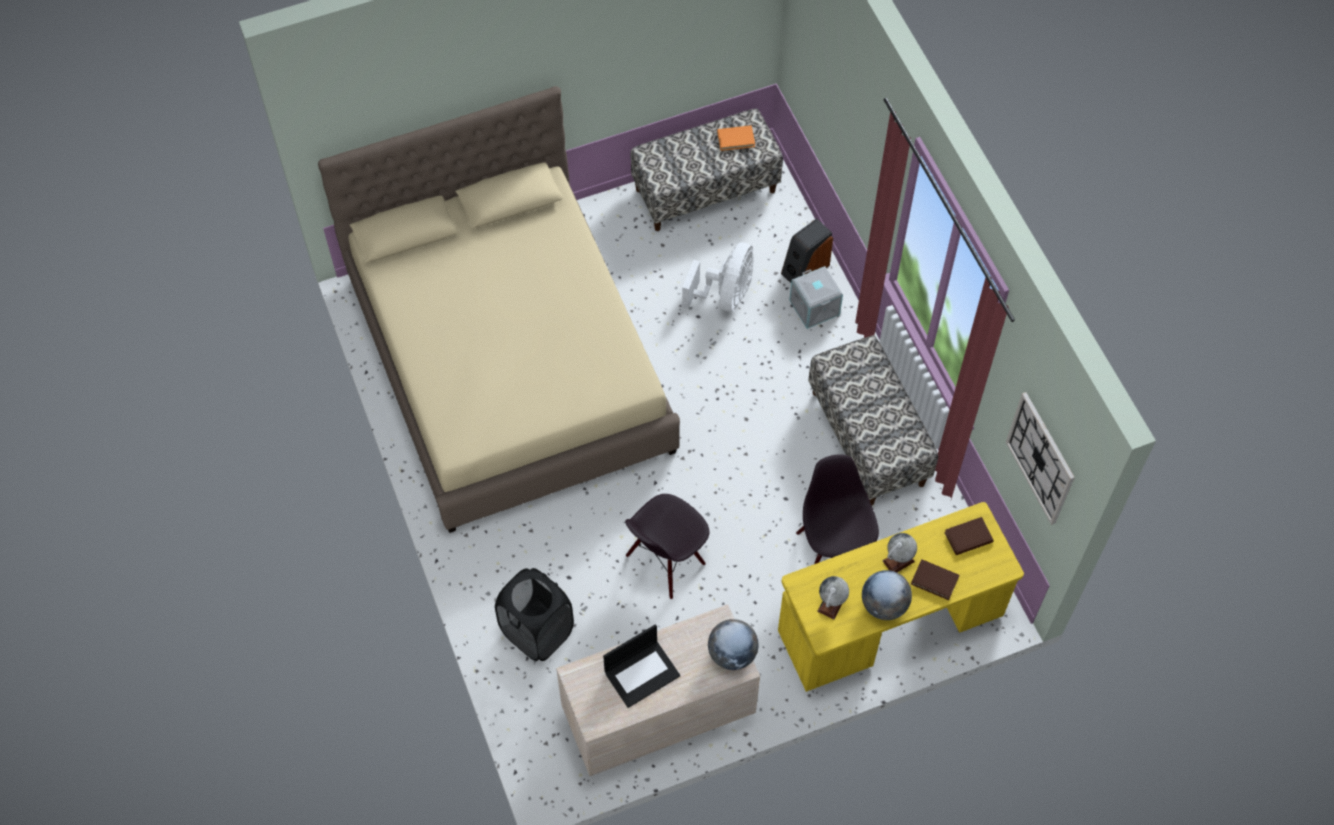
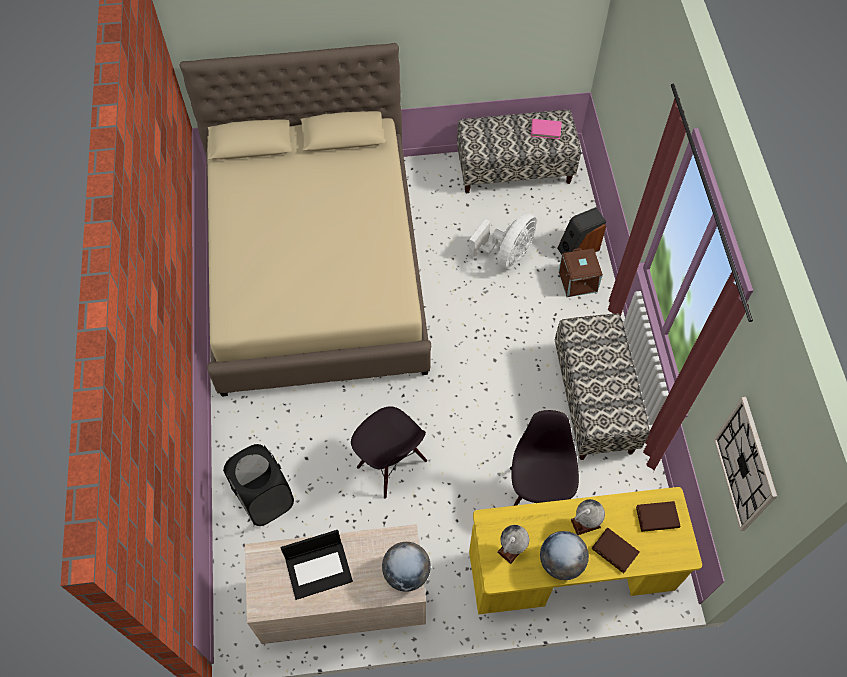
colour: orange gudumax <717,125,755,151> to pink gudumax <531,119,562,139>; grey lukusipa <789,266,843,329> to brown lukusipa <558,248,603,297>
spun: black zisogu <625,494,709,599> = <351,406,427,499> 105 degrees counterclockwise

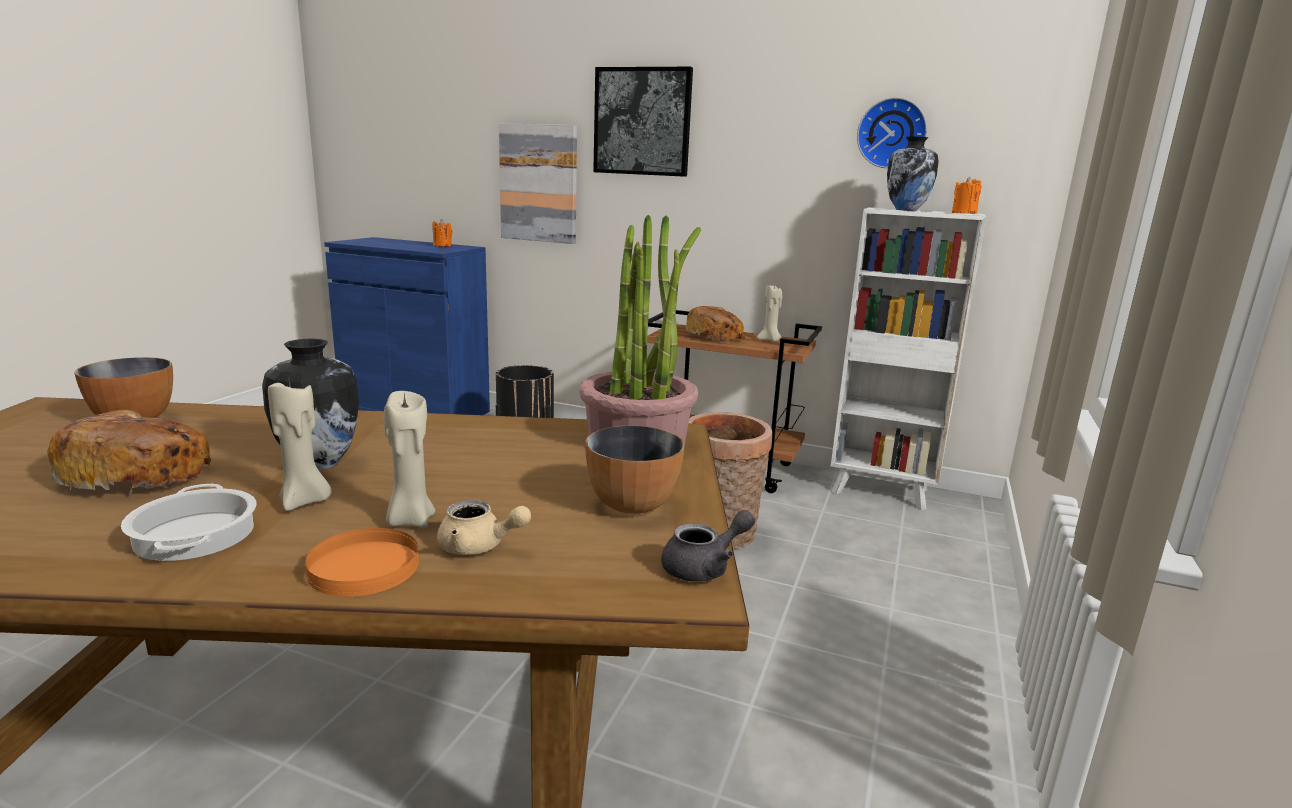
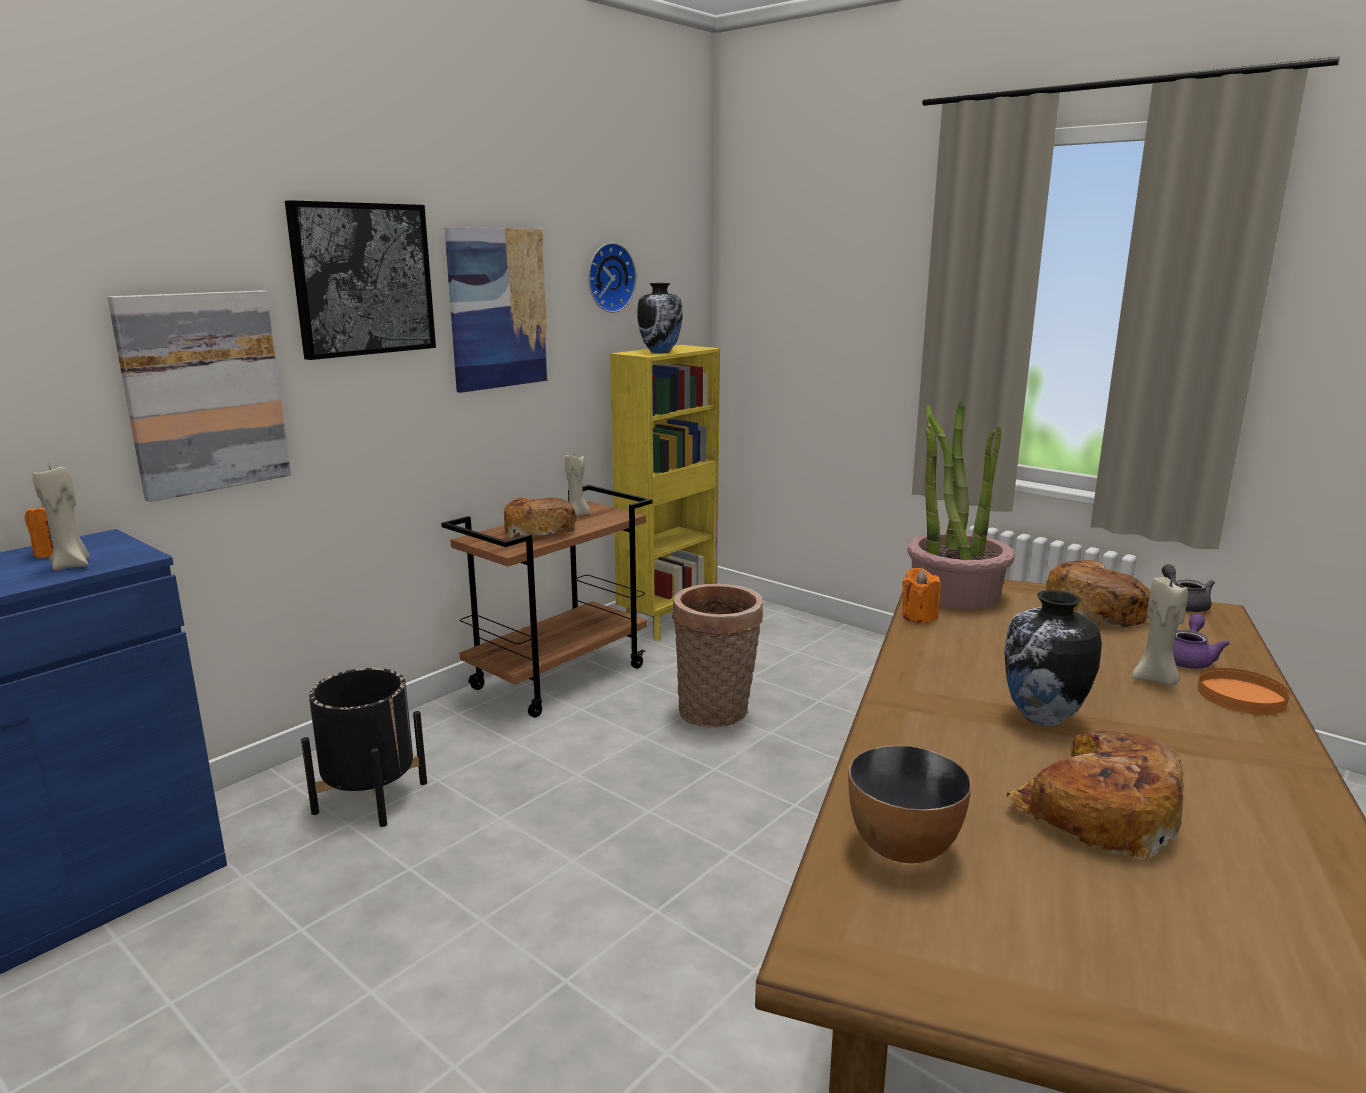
missing: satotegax <121,484,257,561>
appeared: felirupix <444,227,549,393>
relocated: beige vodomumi <268,380,332,511> to <32,465,90,571>; orange vodomumi <952,177,982,214> to <902,568,941,623>
exchanged: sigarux <585,426,685,514> to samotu <1045,560,1151,627>
colour: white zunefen <831,207,987,510> to yellow zunefen <610,345,720,641>; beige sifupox <437,500,531,555> to purple sifupox <1173,614,1230,669>

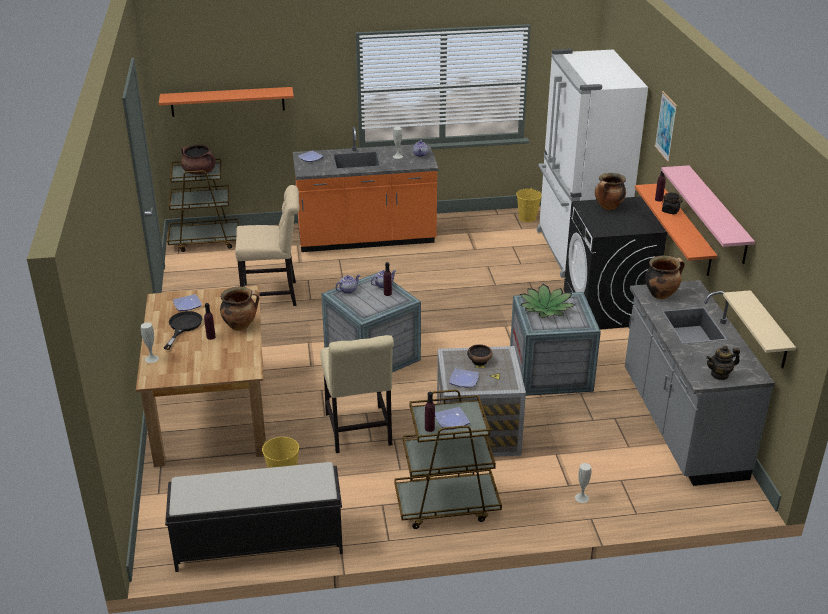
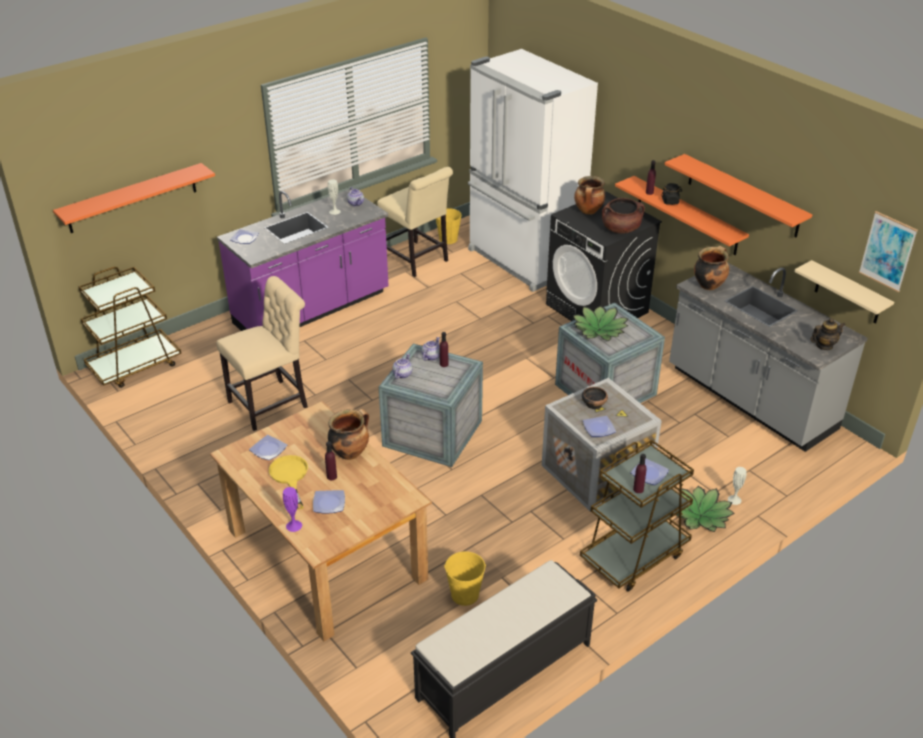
appeared: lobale <313,490,345,513>; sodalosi <676,486,734,532>
relocated: beige zisogu <321,335,394,453> to <377,167,453,277>; brown satotegax <181,145,216,175> to <602,198,645,233>; felirupix <654,91,677,162> to <859,211,918,292>
colour: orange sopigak <293,127,439,252> to purple sopigak <217,189,389,331>; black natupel <164,311,202,350> to yellow natupel <269,455,308,510>; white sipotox <141,322,159,363> to purple sipotox <283,487,302,532>; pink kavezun <661,165,755,264> to orange kavezun <665,154,812,237>
spun: sifupox <706,346,740,380> = <810,318,846,350> 150 degrees counterclockwise

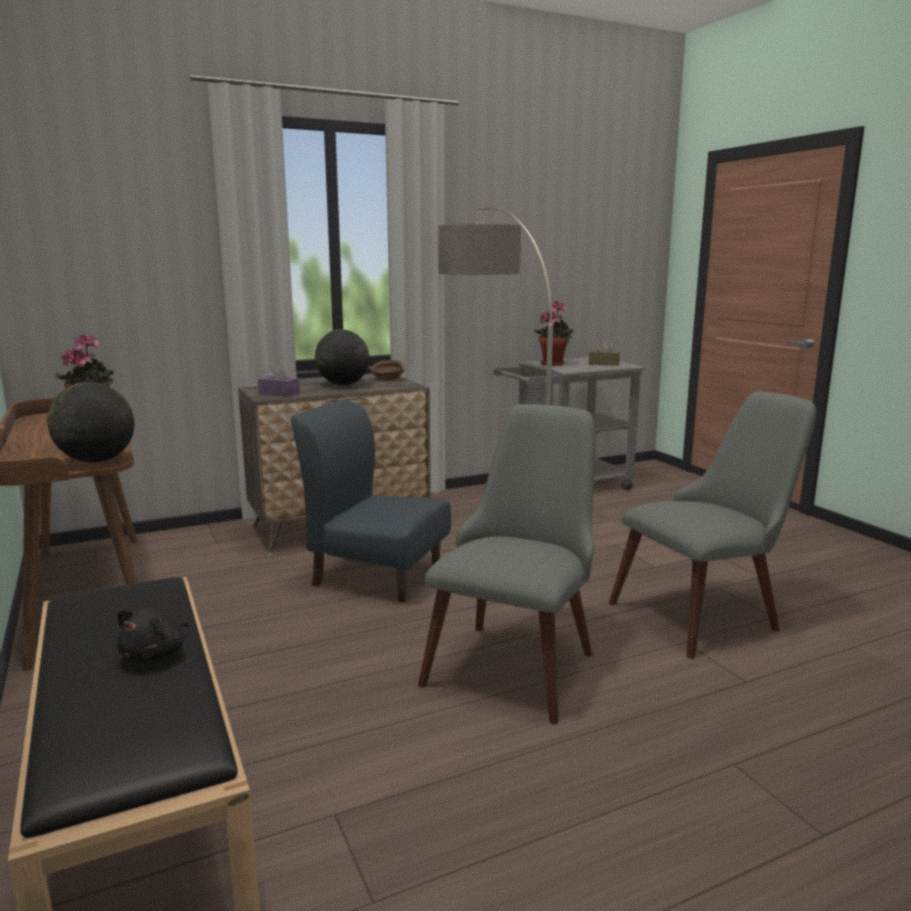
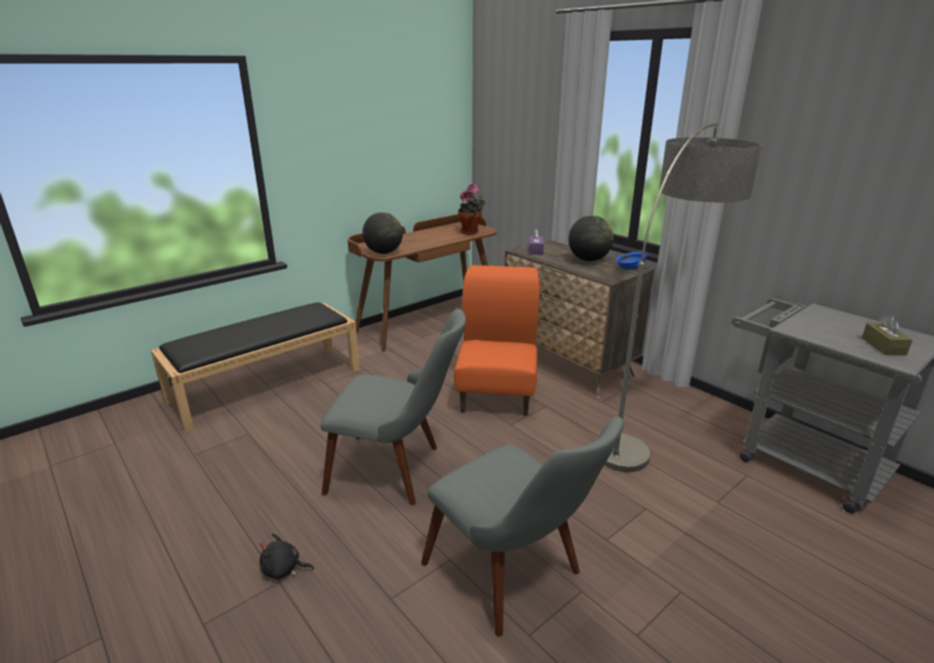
missing: sodalosi <534,300,573,366>
relocated: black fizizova <116,608,189,662> to <260,534,314,579>
colour: blue zisogu <291,399,451,603> to orange zisogu <454,265,540,416>; brown sigarux <370,360,405,380> to blue sigarux <616,252,647,270>

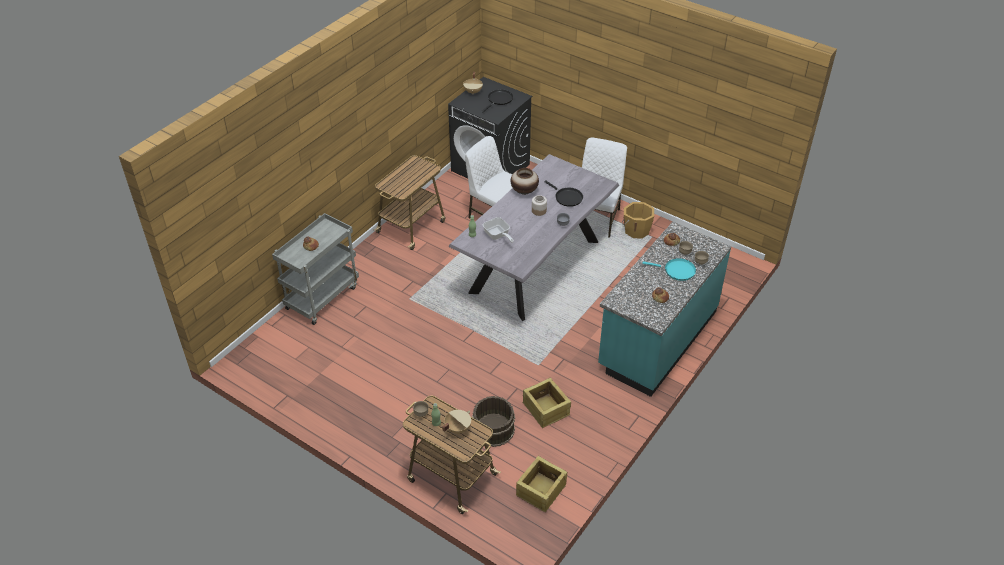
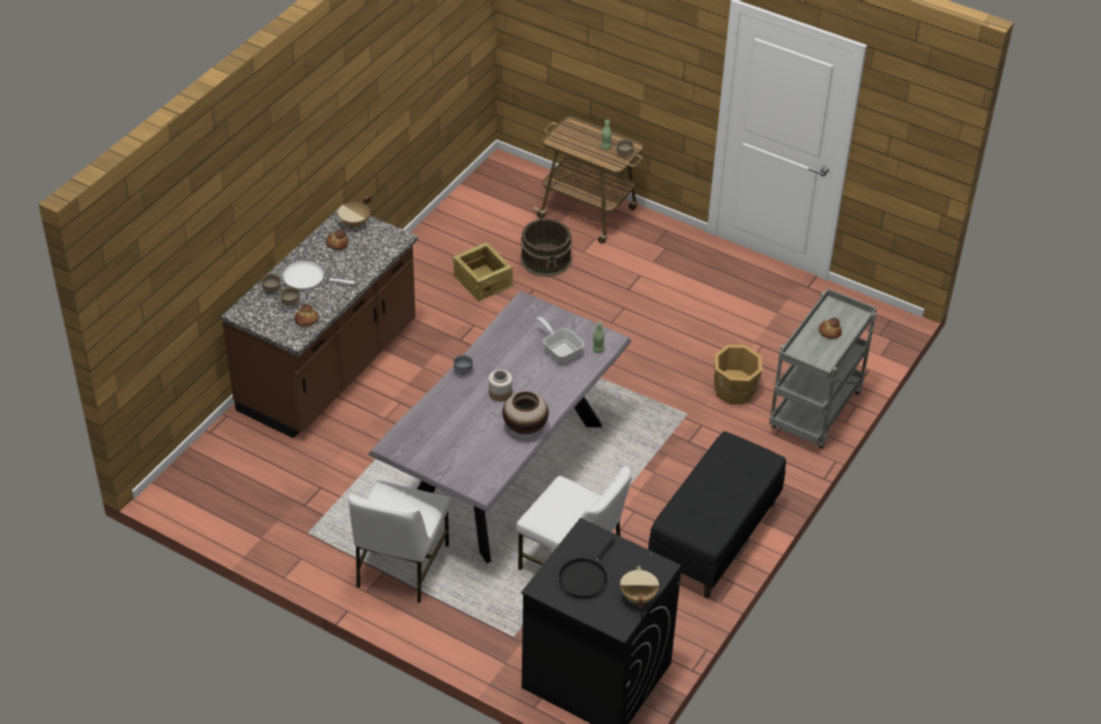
missing: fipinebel <516,456,567,512>; black natupel <544,180,583,207>
relocated: beige satotegax <442,410,471,434> to <338,194,371,228>; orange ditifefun <622,202,654,239> to <714,345,763,405>
exchanged: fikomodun <374,155,446,250> to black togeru <648,431,786,598>
colour: turquoise sopigak <598,222,731,397> to brown sopigak <221,204,418,438>; turquoise natupel <642,258,696,281> to white natupel <282,261,355,291>

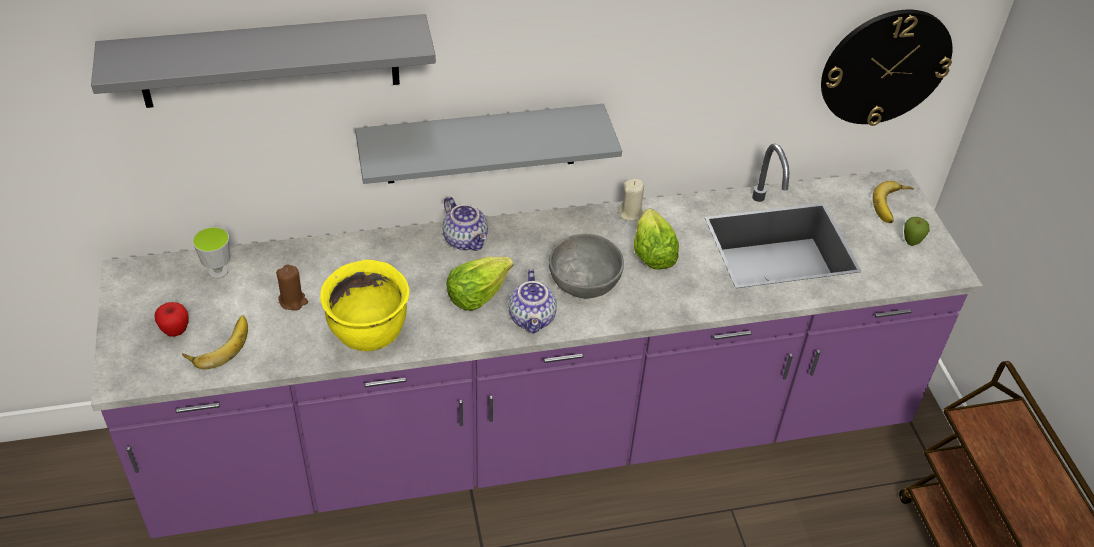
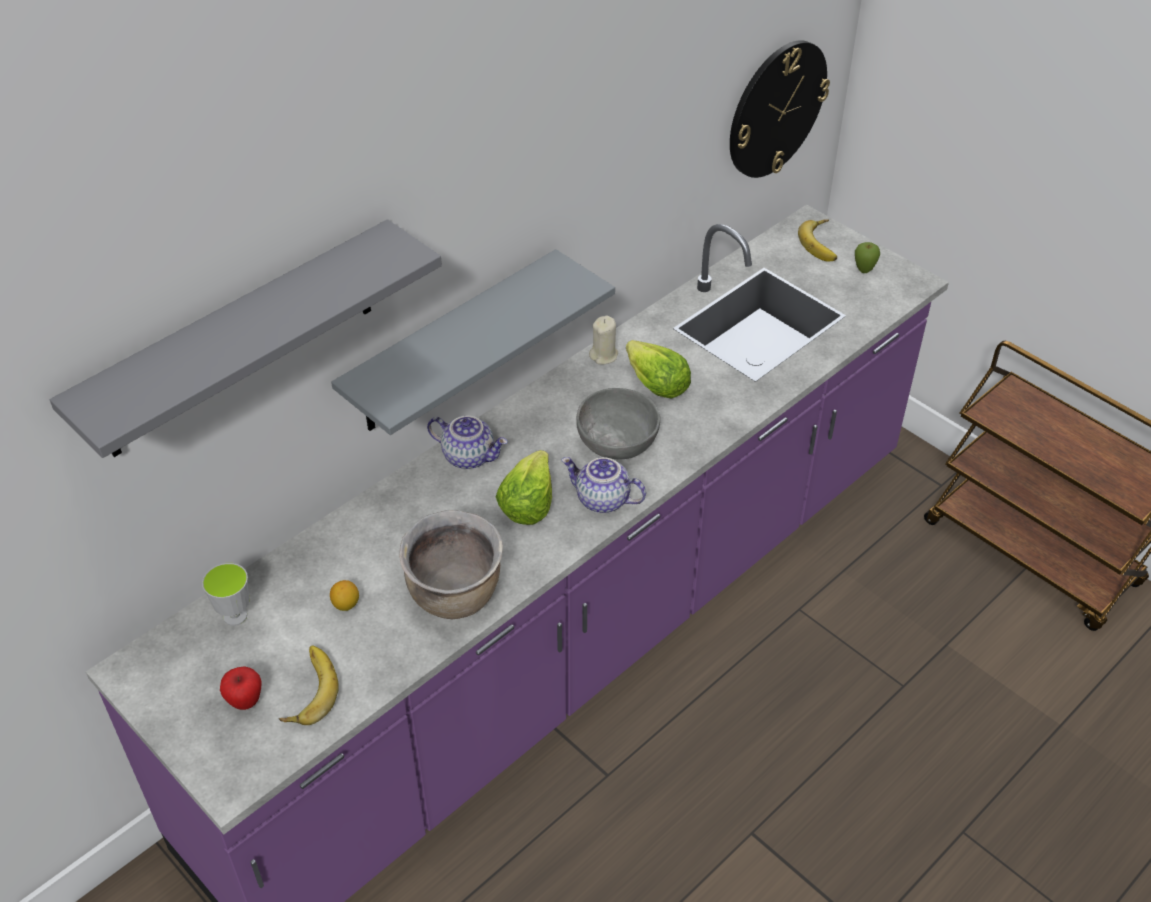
exchanged: brown vodomumi <276,265,308,311> to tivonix <330,580,359,611>
colour: yellow satotegax <320,260,409,351> to brown satotegax <399,510,503,619>
spun: sifupox <508,269,557,334> = <561,457,646,513> 150 degrees clockwise

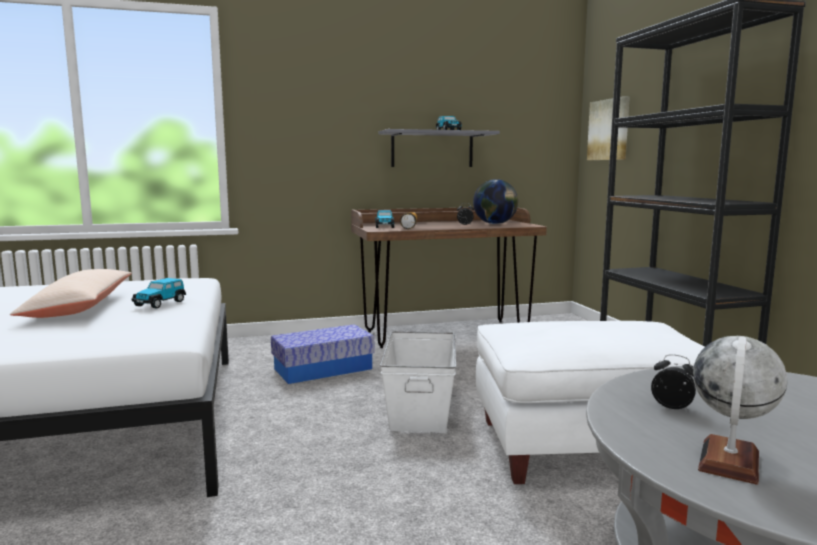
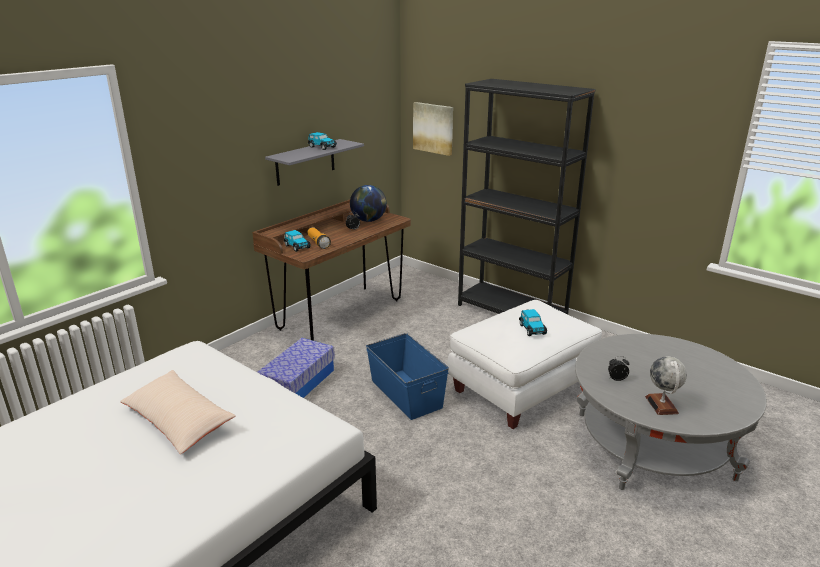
relocated: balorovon <132,278,186,308> to <519,309,547,336>
colour: white lukusipa <380,331,457,432> to blue lukusipa <366,333,449,420>

